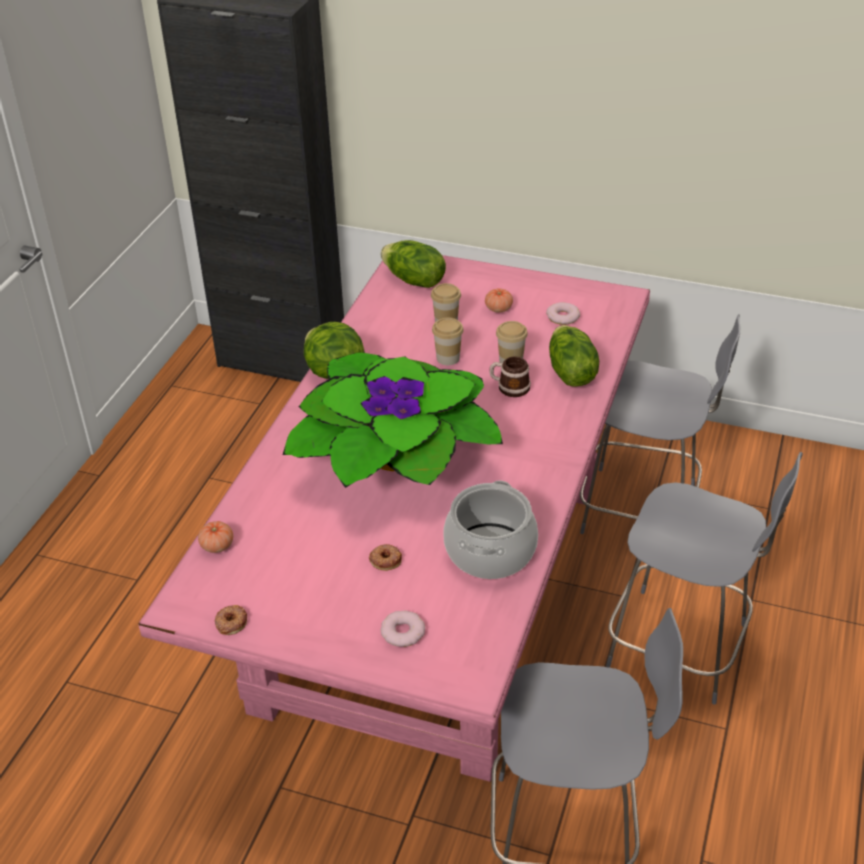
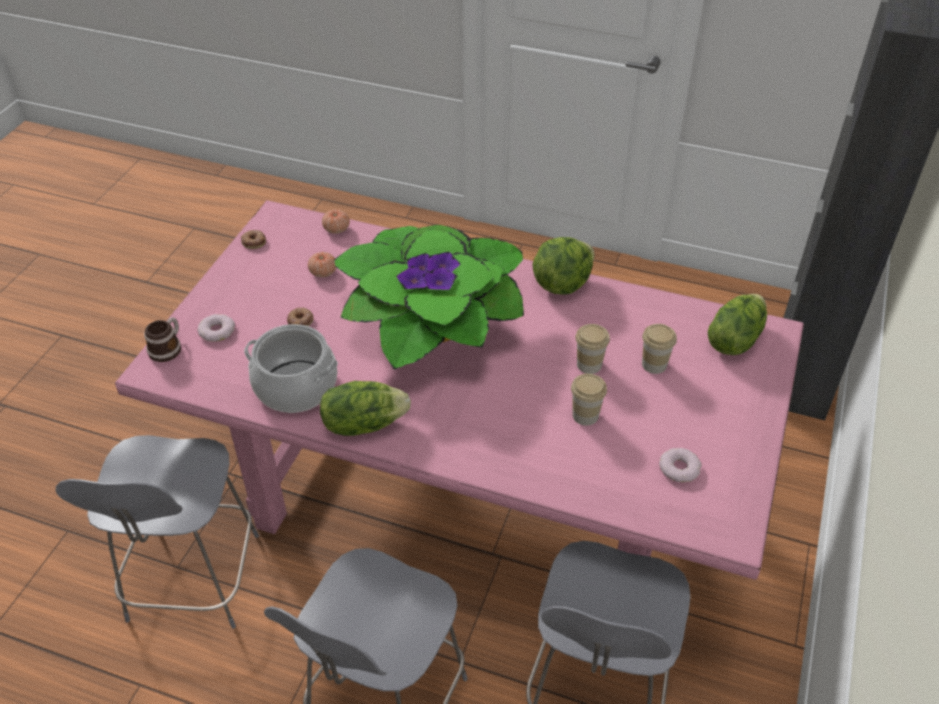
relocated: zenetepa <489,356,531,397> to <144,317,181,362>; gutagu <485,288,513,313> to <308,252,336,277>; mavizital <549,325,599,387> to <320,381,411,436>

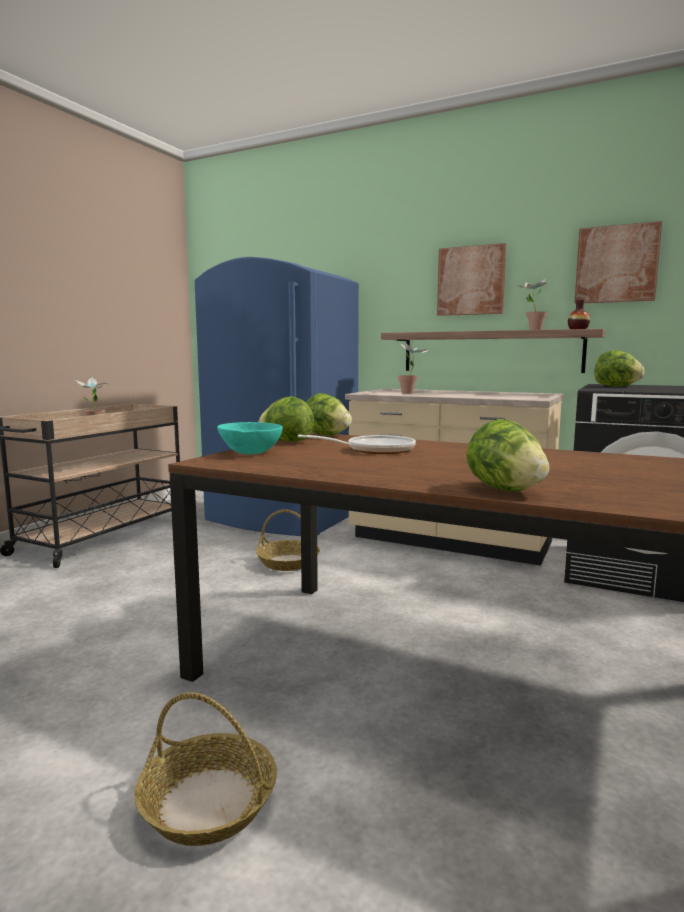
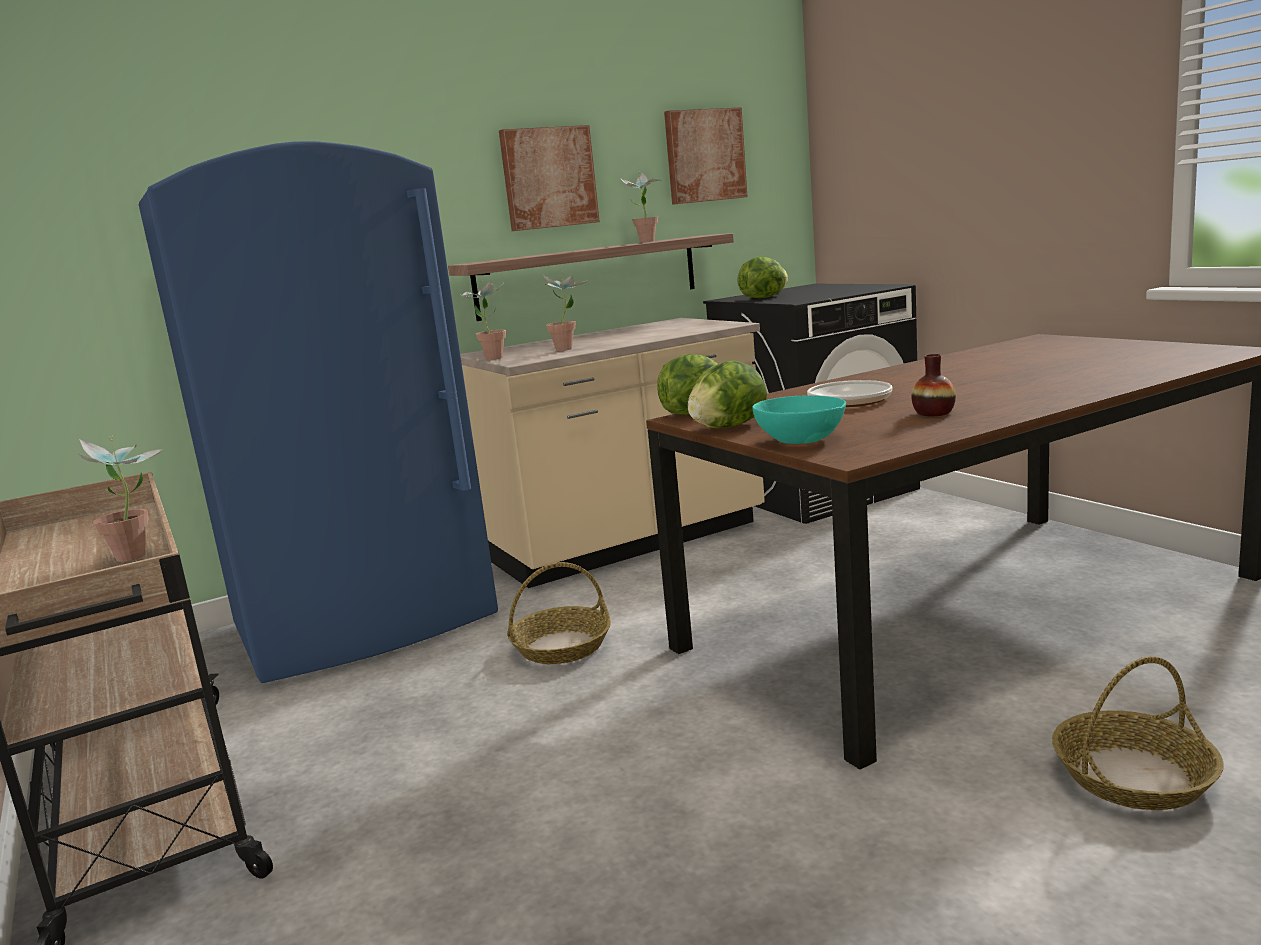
missing: mavizital <466,419,550,492>
appeared: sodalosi <461,280,506,360>
relocated: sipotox <568,299,590,329> to <911,354,956,416>

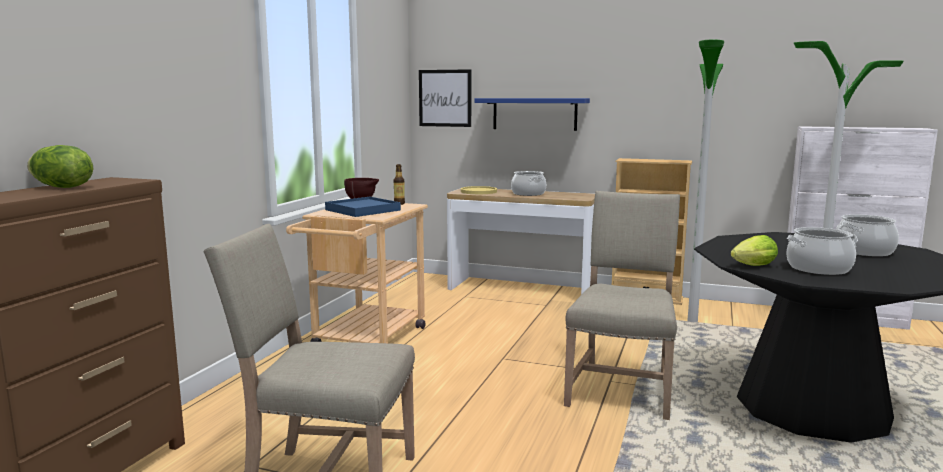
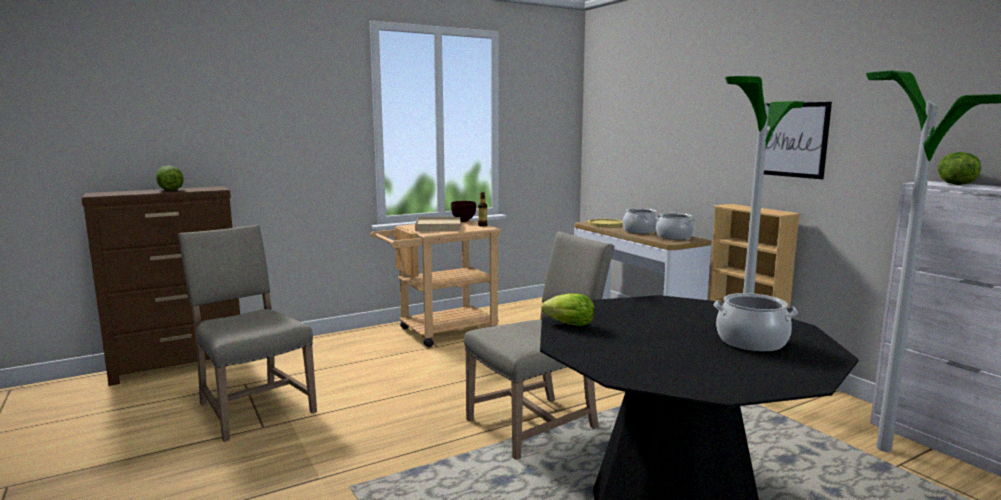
missing: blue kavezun <474,98,590,131>
appeared: mavizital <938,152,981,185>
relocated: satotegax <786,227,858,275> to <656,213,696,240>; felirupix <419,69,471,127> to <764,102,832,179>
colour: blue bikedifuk <325,197,401,217> to beige bikedifuk <415,217,460,231>

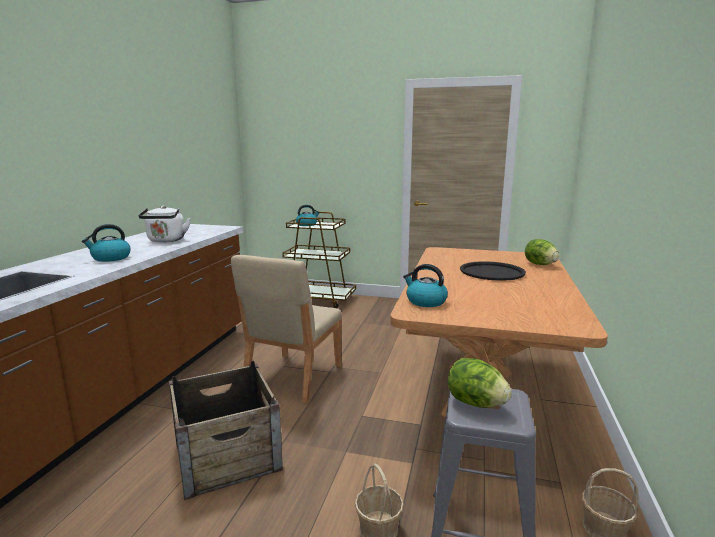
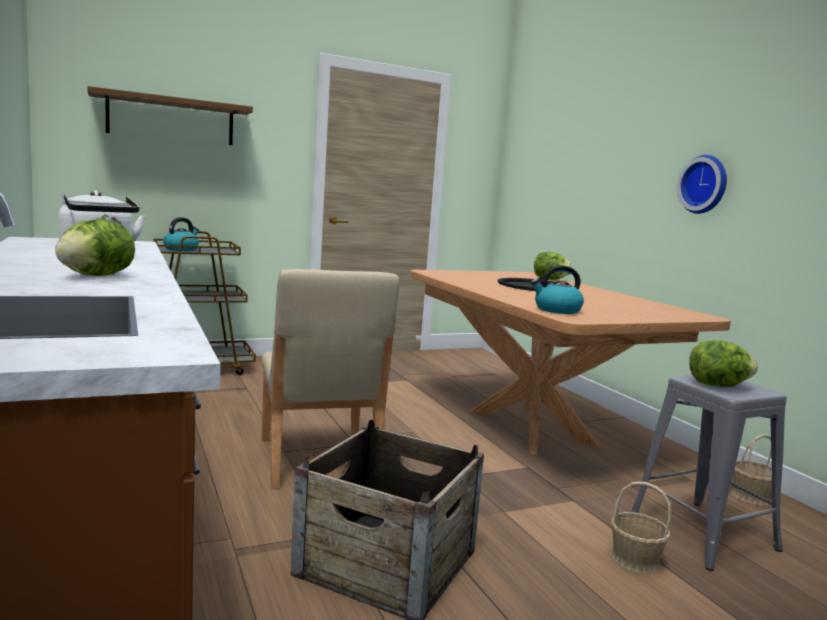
appeared: kavezun <87,86,253,145>; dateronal <677,155,727,214>
exchanged: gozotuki <82,224,130,262> to mavizital <55,219,135,276>

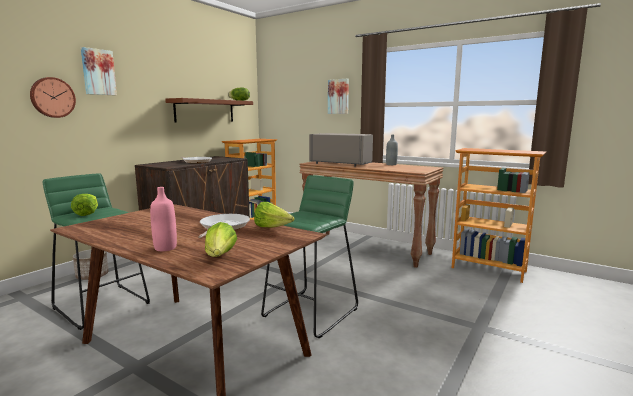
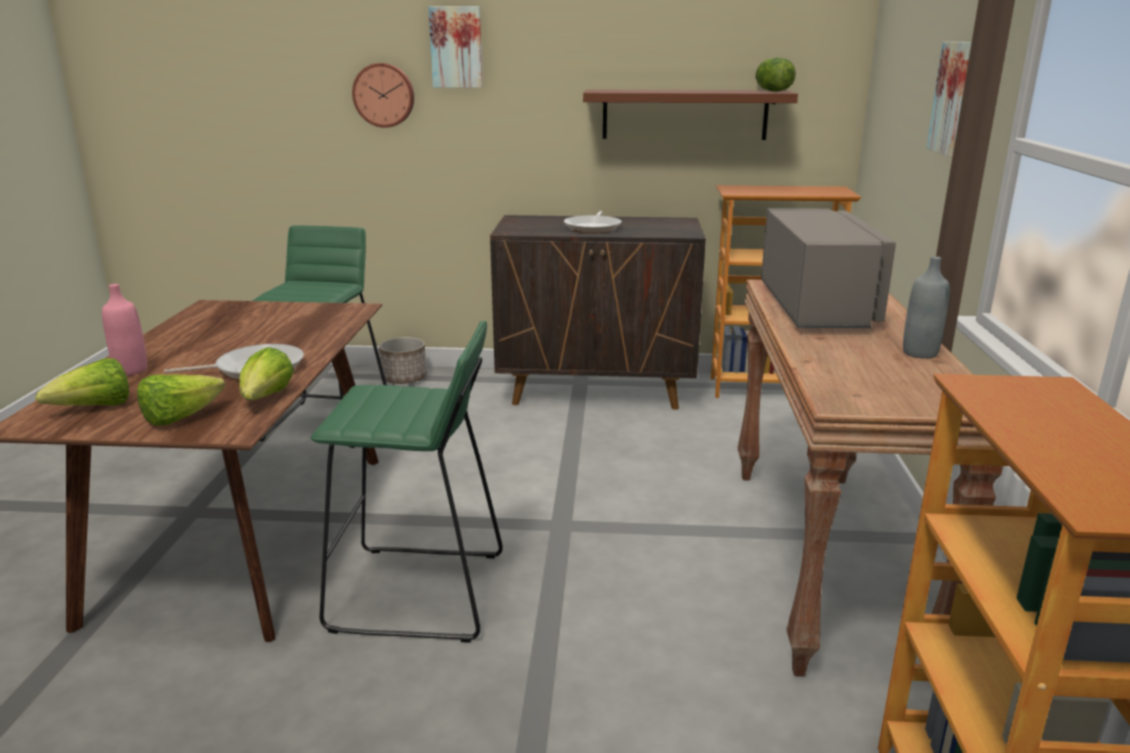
relocated: mavizital <71,194,98,216> to <137,374,225,426>

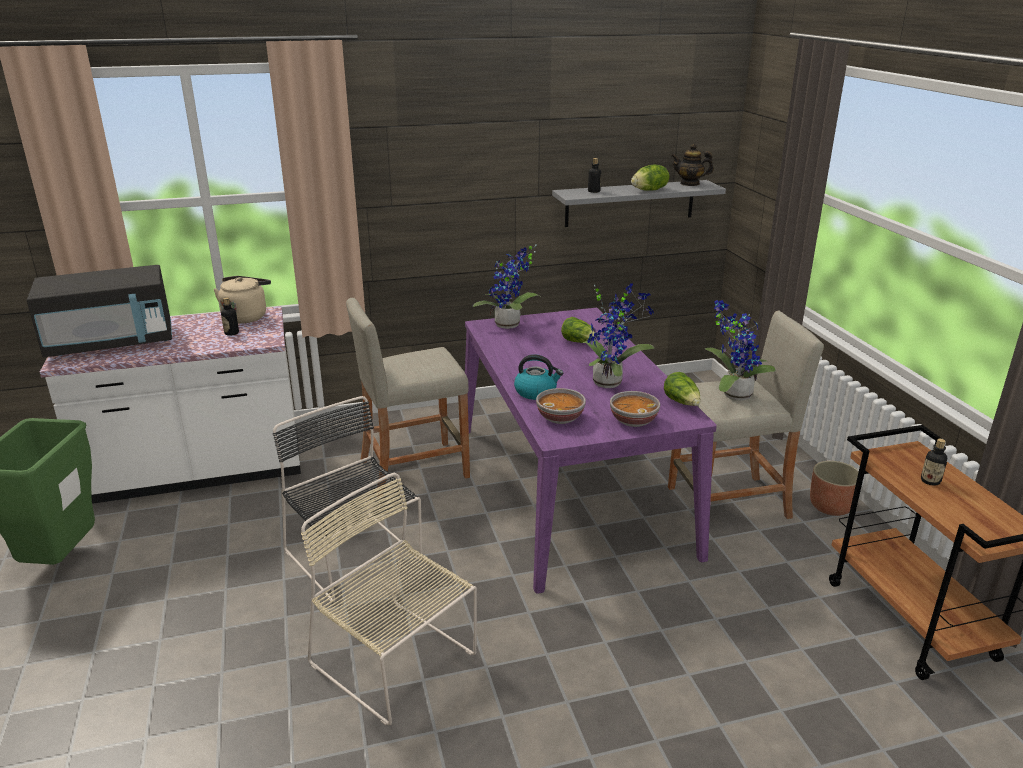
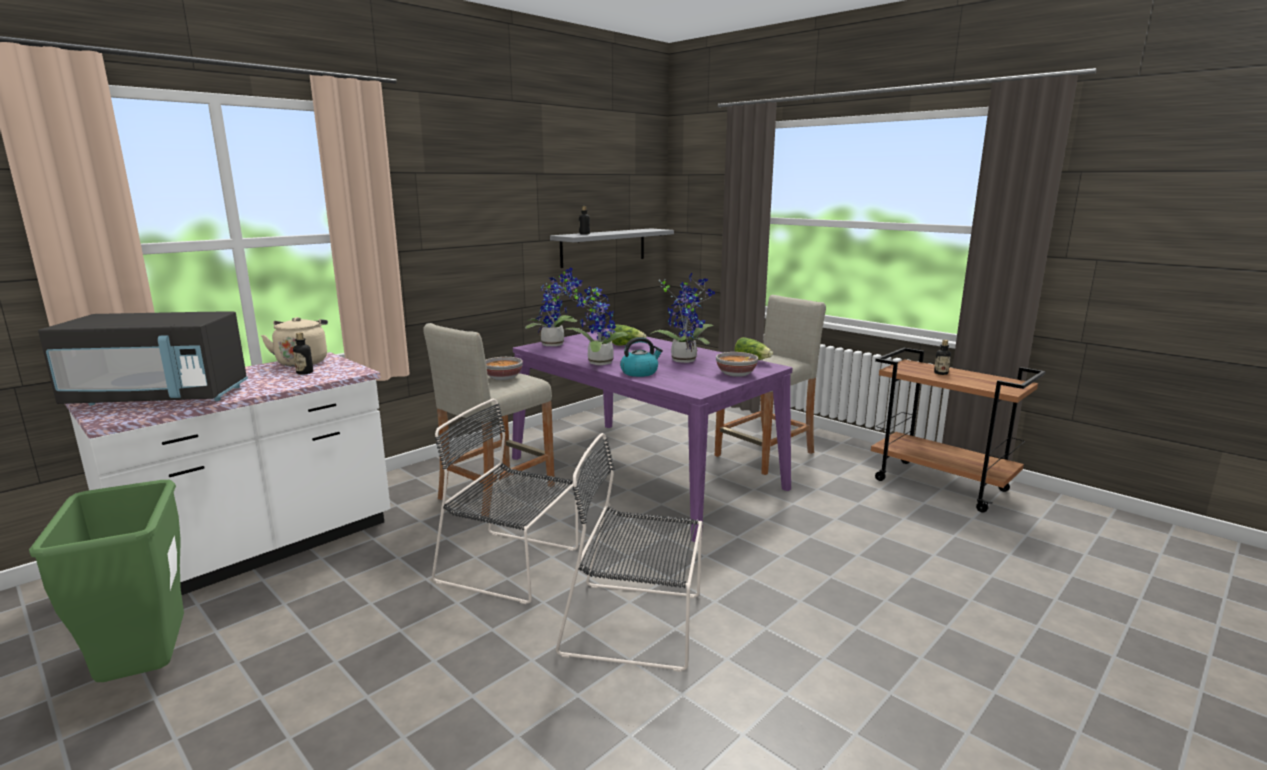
missing: mavizital <631,165,669,191>; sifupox <671,144,714,186>; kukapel <810,461,859,516>
relocated: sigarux <536,388,586,424> to <486,357,523,380>; sodalosi <705,300,775,401> to <566,277,628,365>
colour: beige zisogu <301,473,477,725> to black zisogu <556,433,702,672>
spun: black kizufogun <27,265,172,358> = <38,311,248,406> 45 degrees clockwise

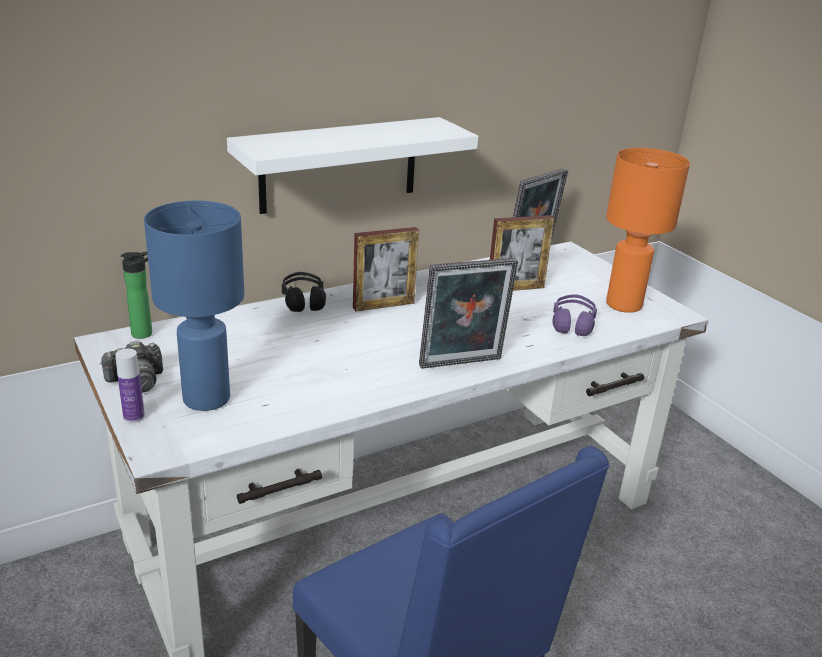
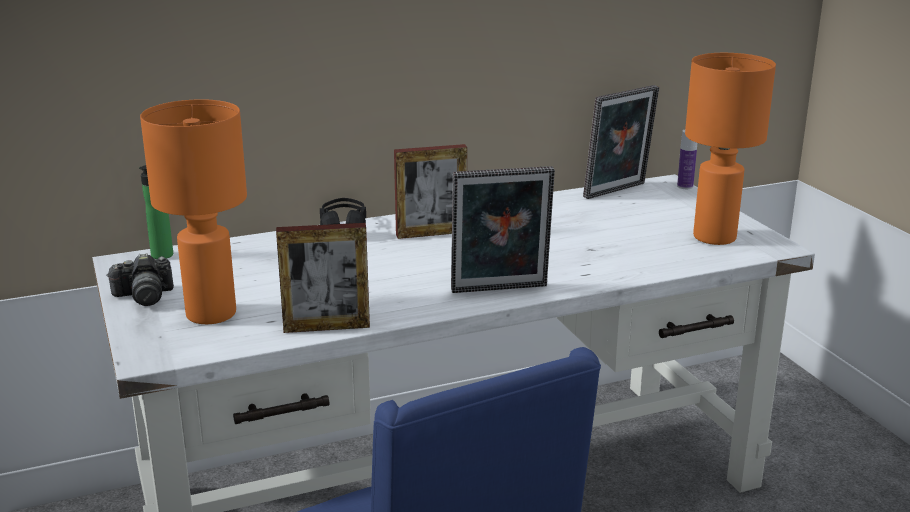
missing: white kavezun <227,117,478,214>; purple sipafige <553,294,597,336>
relocated: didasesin <490,215,554,291> to <276,223,370,333>; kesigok <115,349,145,423> to <677,130,697,189>
colour: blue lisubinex <144,201,244,411> to orange lisubinex <140,99,247,324>

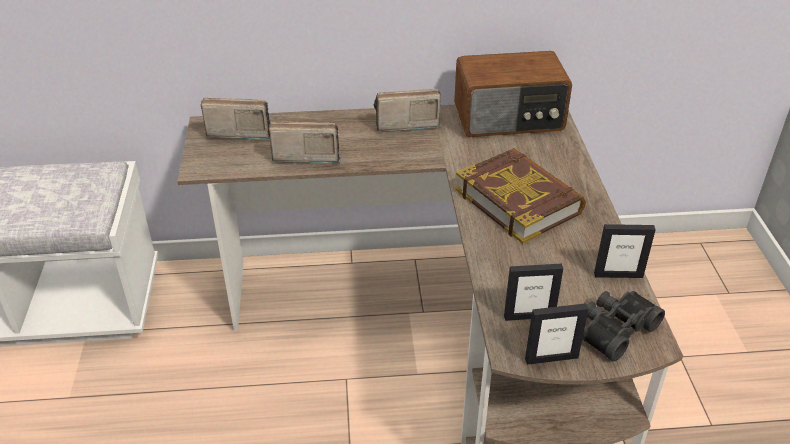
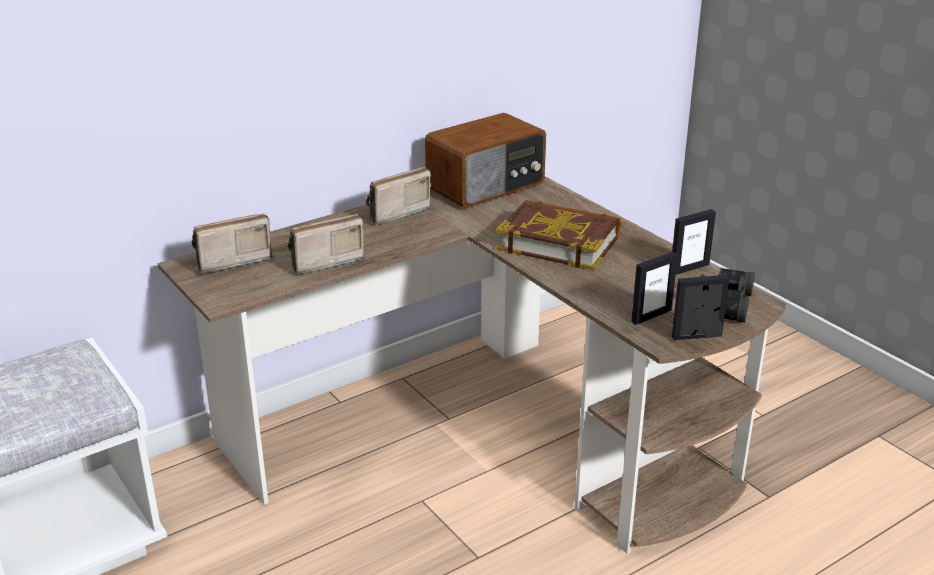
spun: didasesin <525,303,589,365> = <672,275,730,340> 150 degrees counterclockwise

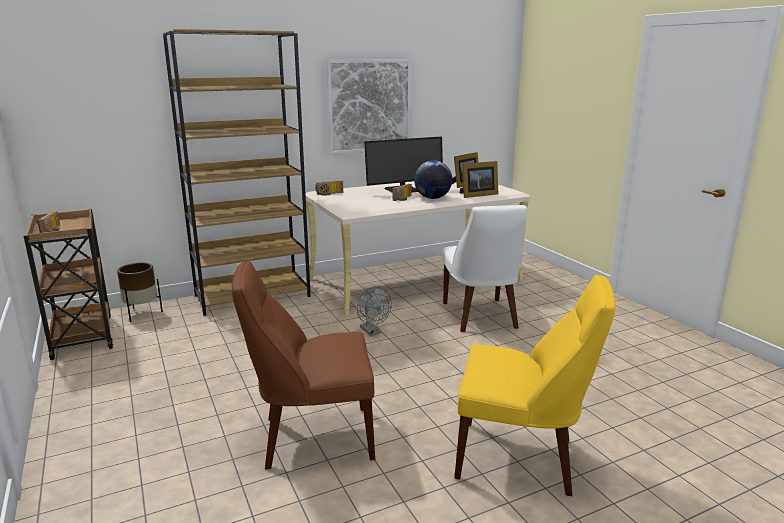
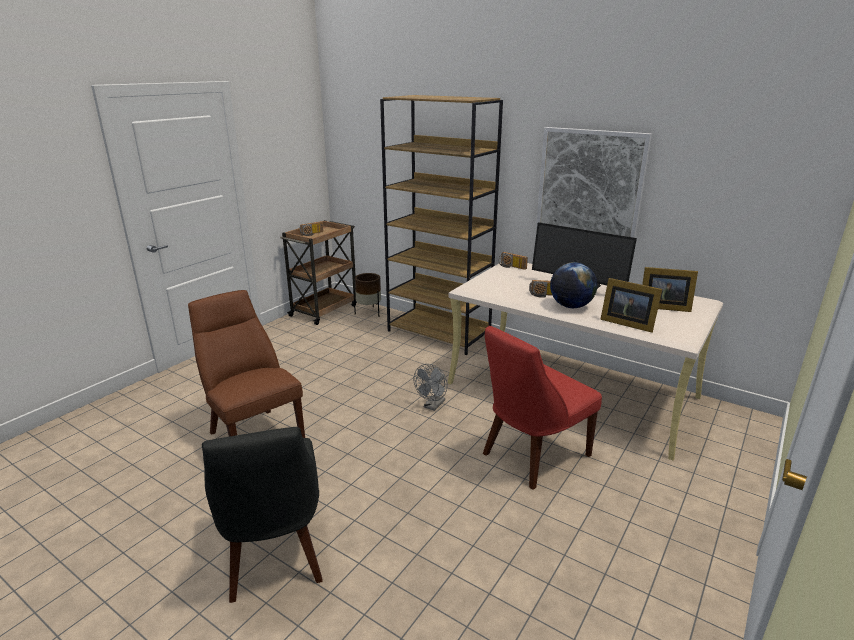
colour: yellow zisogu <454,275,615,496> to black zisogu <202,427,323,603>; white zisogu <442,205,527,332> to red zisogu <483,326,602,490>

